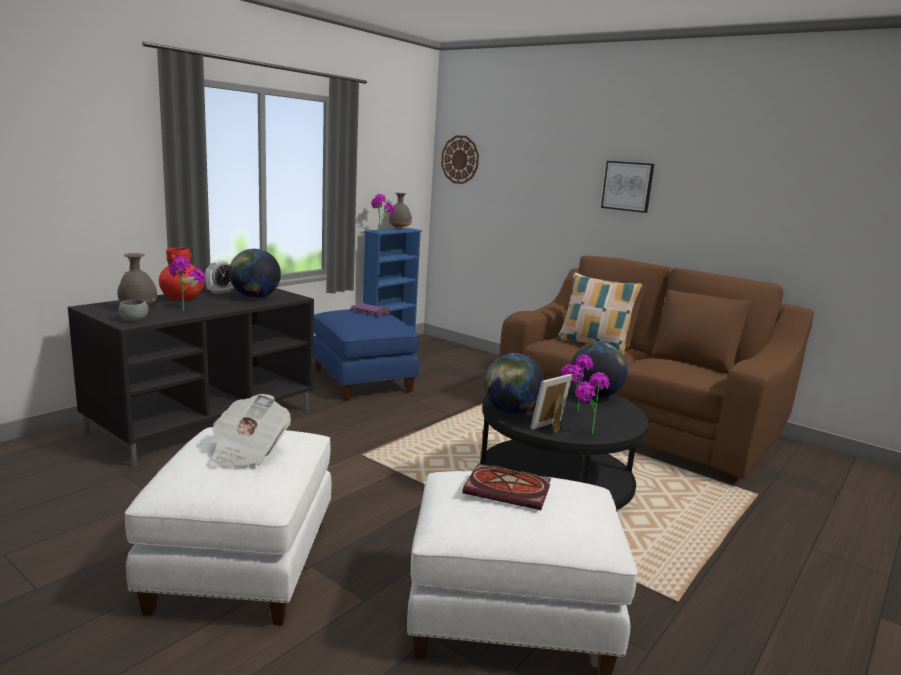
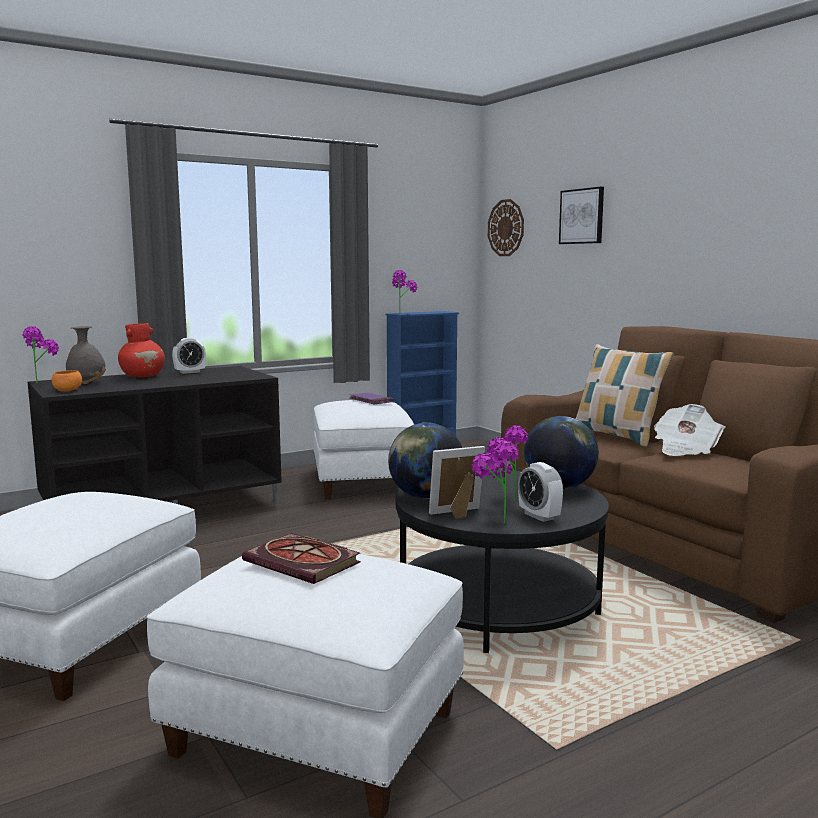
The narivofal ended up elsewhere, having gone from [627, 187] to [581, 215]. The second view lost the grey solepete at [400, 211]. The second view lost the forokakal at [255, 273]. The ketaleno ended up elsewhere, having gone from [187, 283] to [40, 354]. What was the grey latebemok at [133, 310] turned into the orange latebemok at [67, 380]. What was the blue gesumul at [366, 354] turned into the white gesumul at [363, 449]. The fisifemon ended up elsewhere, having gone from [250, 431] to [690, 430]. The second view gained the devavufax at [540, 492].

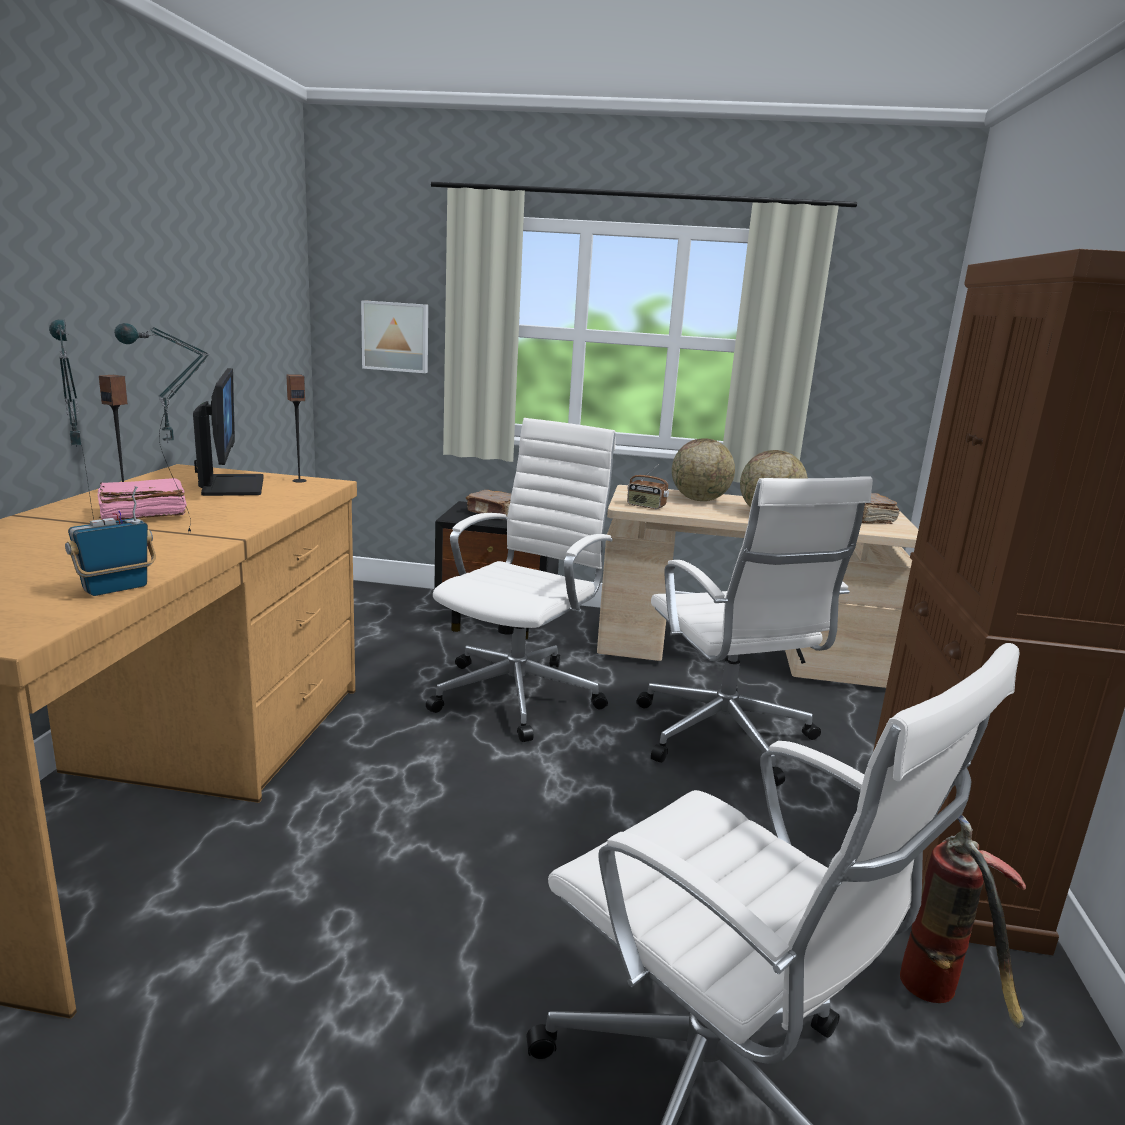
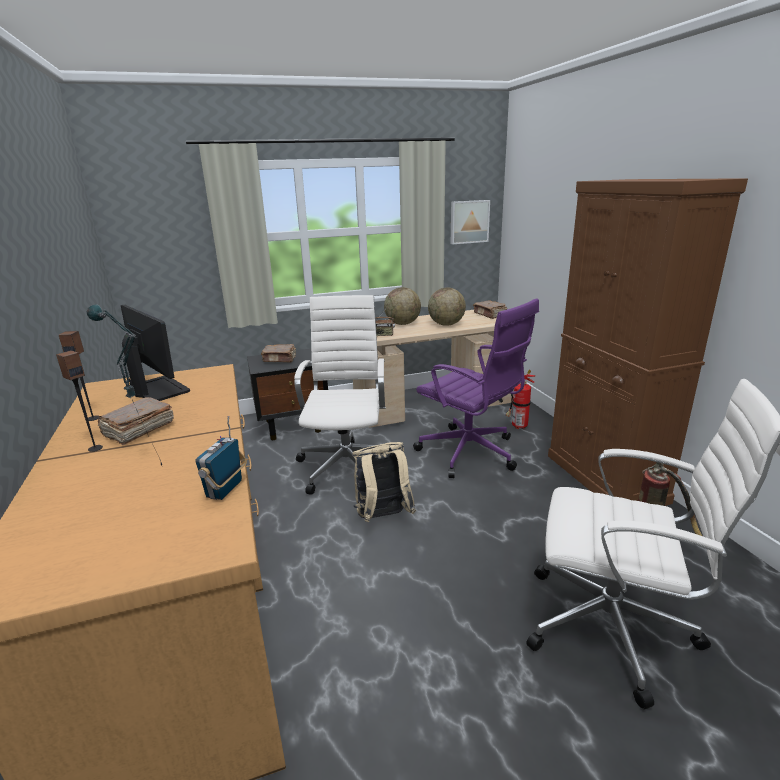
The narivofal ended up elsewhere, having gone from [394, 336] to [470, 222]. The second view lost the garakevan at [162, 428]. The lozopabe ended up elsewhere, having gone from [296, 428] to [79, 401]. What was the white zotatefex at [754, 631] turned into the purple zotatefex at [476, 388]. What was the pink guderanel at [142, 499] turned into the brown guderanel at [136, 421]. The second view gained the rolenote at [520, 399]. The second view gained the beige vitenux at [384, 482].

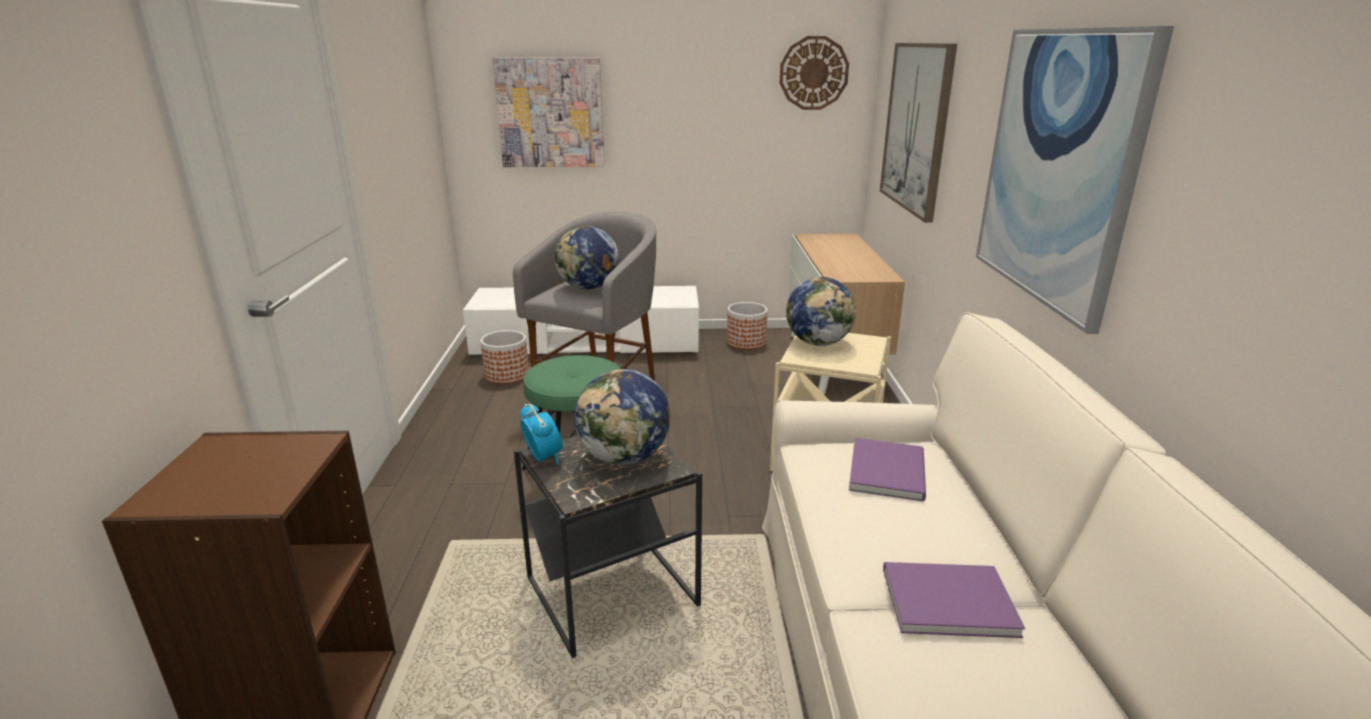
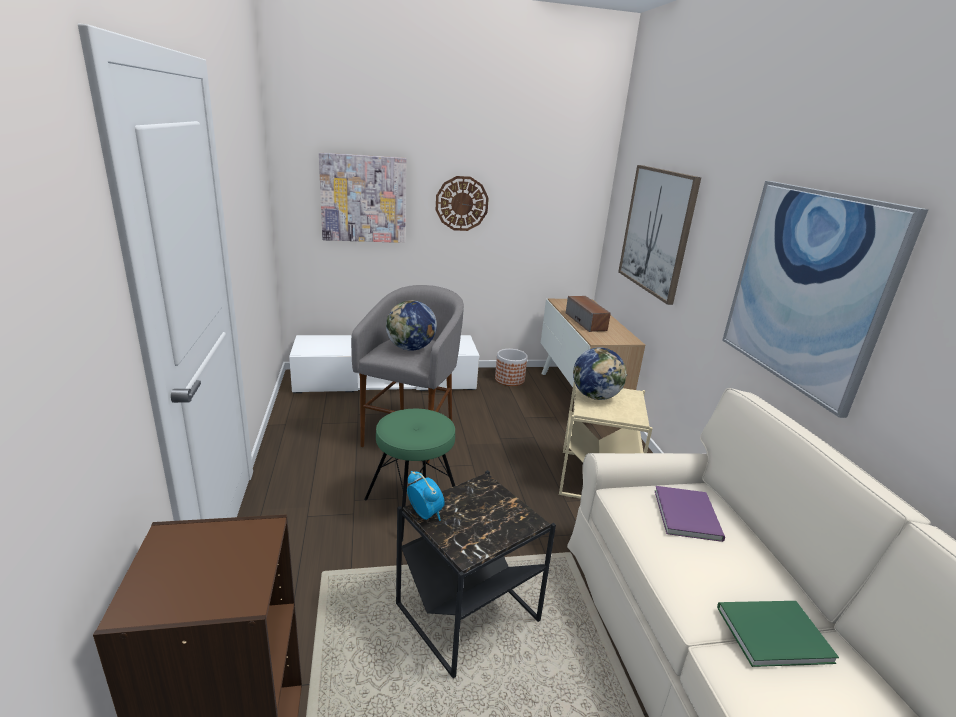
The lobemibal ended up elsewhere, having gone from [814, 73] to [462, 203]. The second view lost the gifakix at [505, 357]. The second view lost the forokakal at [622, 417]. What was the purple guderanel at [954, 600] turned into the green guderanel at [778, 634]. The second view gained the lozopabe at [588, 314].

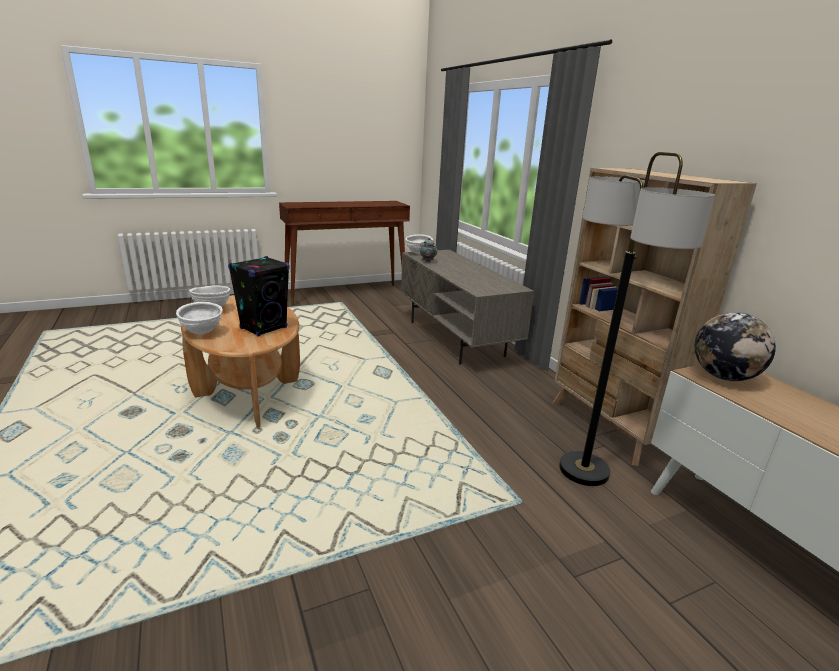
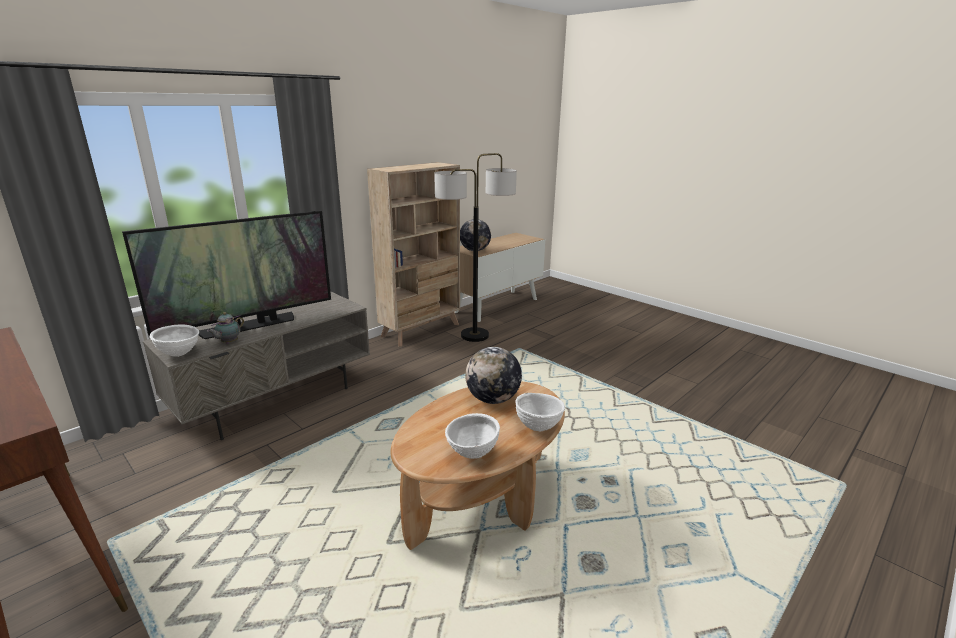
Where the black lozopabe stood at [259, 296], the forokakal came to stand at [493, 375]. The second view gained the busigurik at [226, 274].

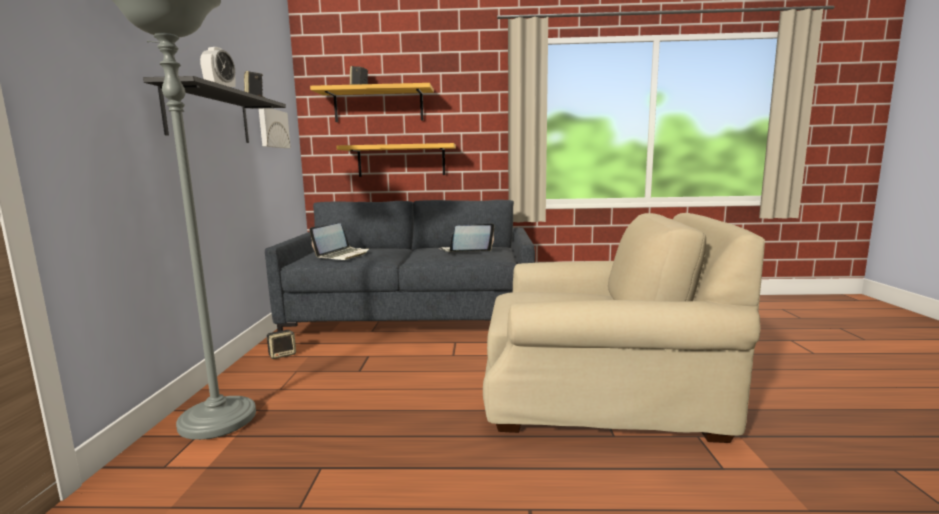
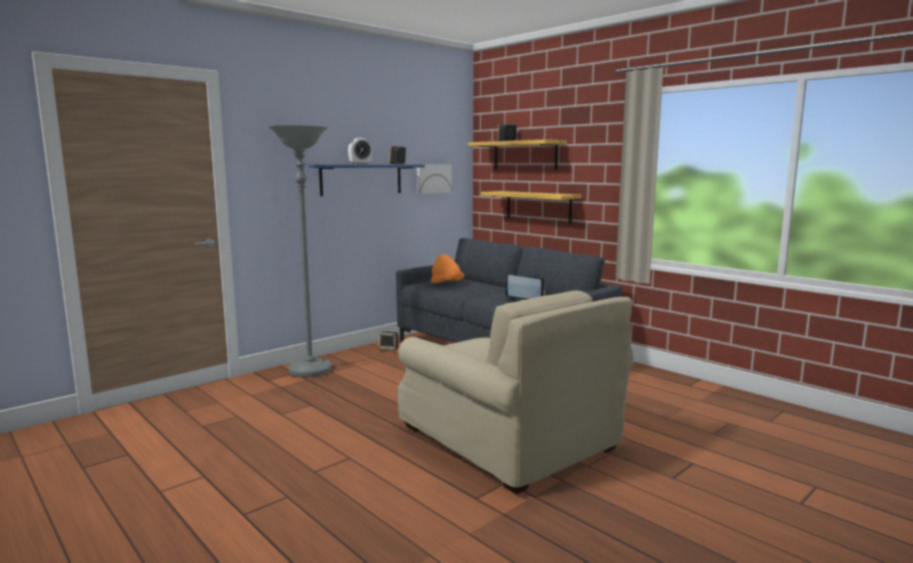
What was the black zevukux at [214, 109] turned into the blue zevukux at [367, 180]. Where the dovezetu stood at [339, 241], the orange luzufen came to stand at [447, 268].

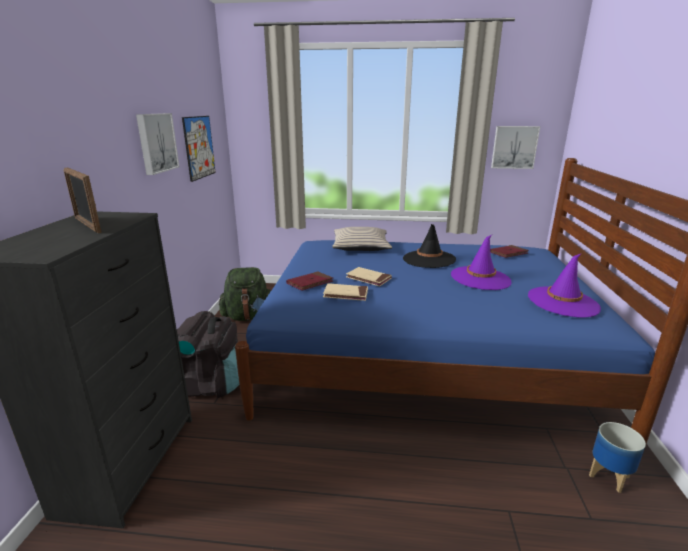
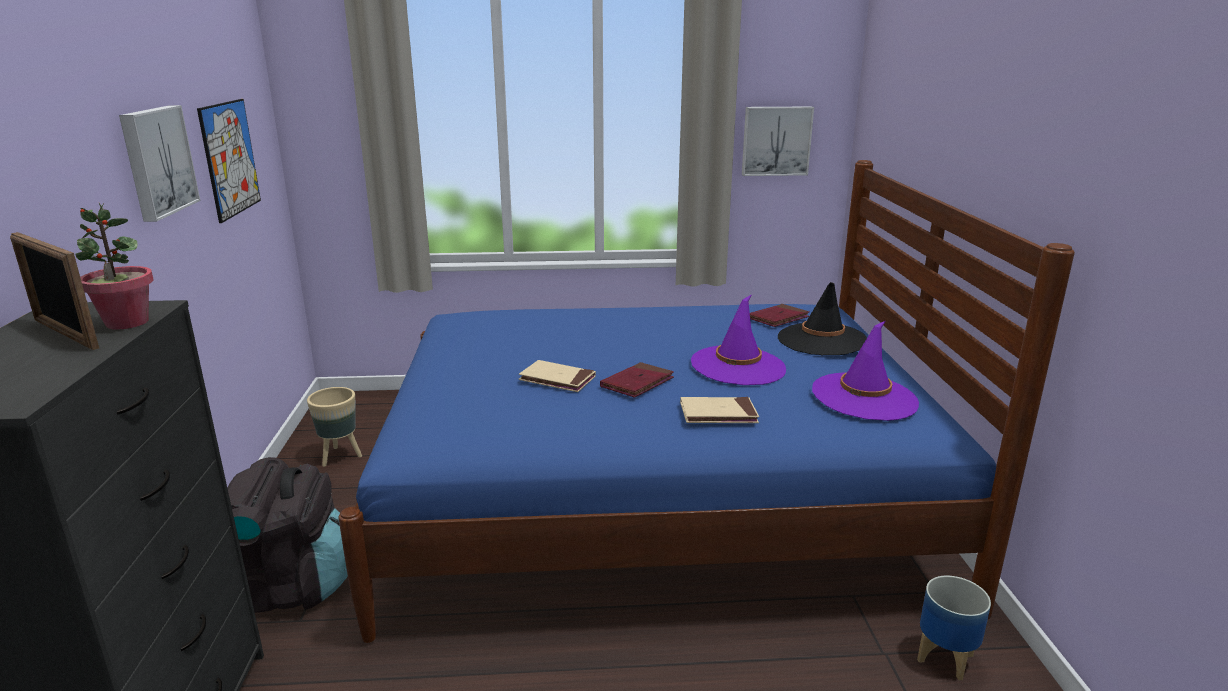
The black luzufen ended up elsewhere, having gone from [429, 246] to [822, 318]. The second view lost the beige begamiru at [362, 239]. Where the green vitenux stood at [245, 294], the beige gifakix came to stand at [334, 427]. The red guderanel ended up elsewhere, having gone from [309, 281] to [637, 380]. The beige guderanel ended up elsewhere, having gone from [345, 292] to [719, 410]. The second view gained the ketaleno at [114, 266].

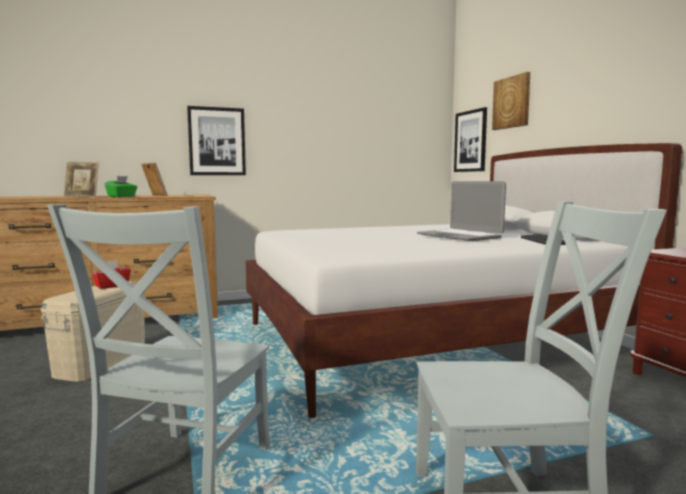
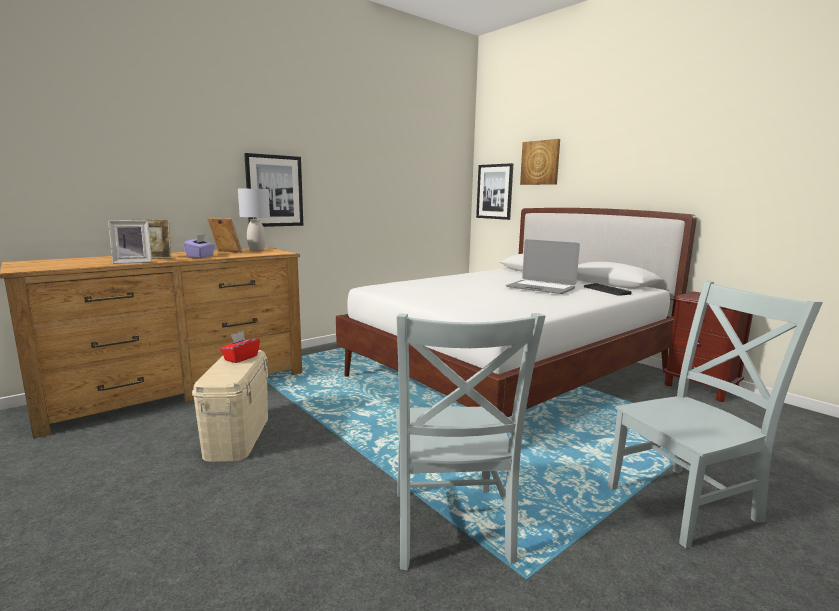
What was the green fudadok at [121, 186] turned into the purple fudadok at [199, 246]. The second view gained the grey garakevan at [254, 220]. The second view gained the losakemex at [130, 242].

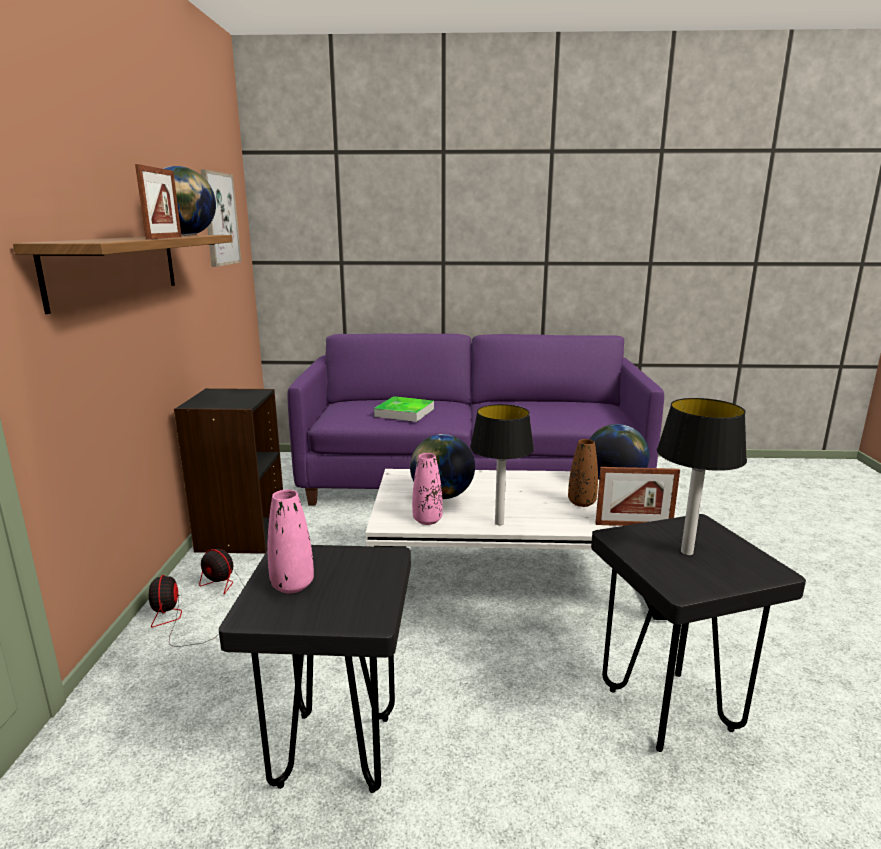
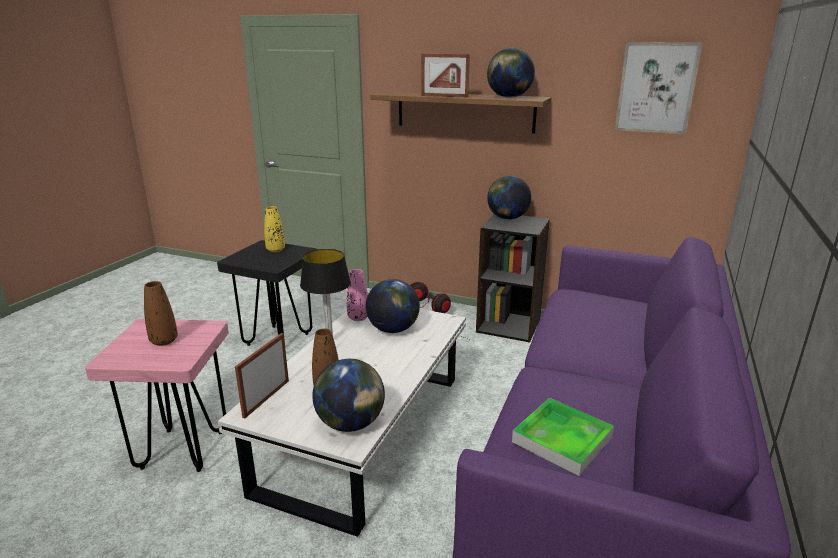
The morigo ended up elsewhere, having gone from [404, 409] to [563, 437]. Where the garakevan stood at [702, 476], the brown solepete came to stand at [161, 313]. What was the pink solepete at [291, 541] turned into the yellow solepete at [274, 229]. What was the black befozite at [698, 633] turned into the pink befozite at [157, 395]. The second view gained the forokakal at [509, 198].

